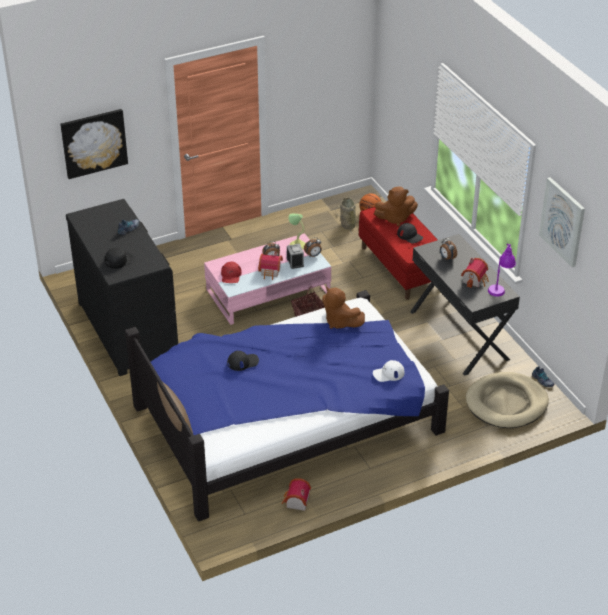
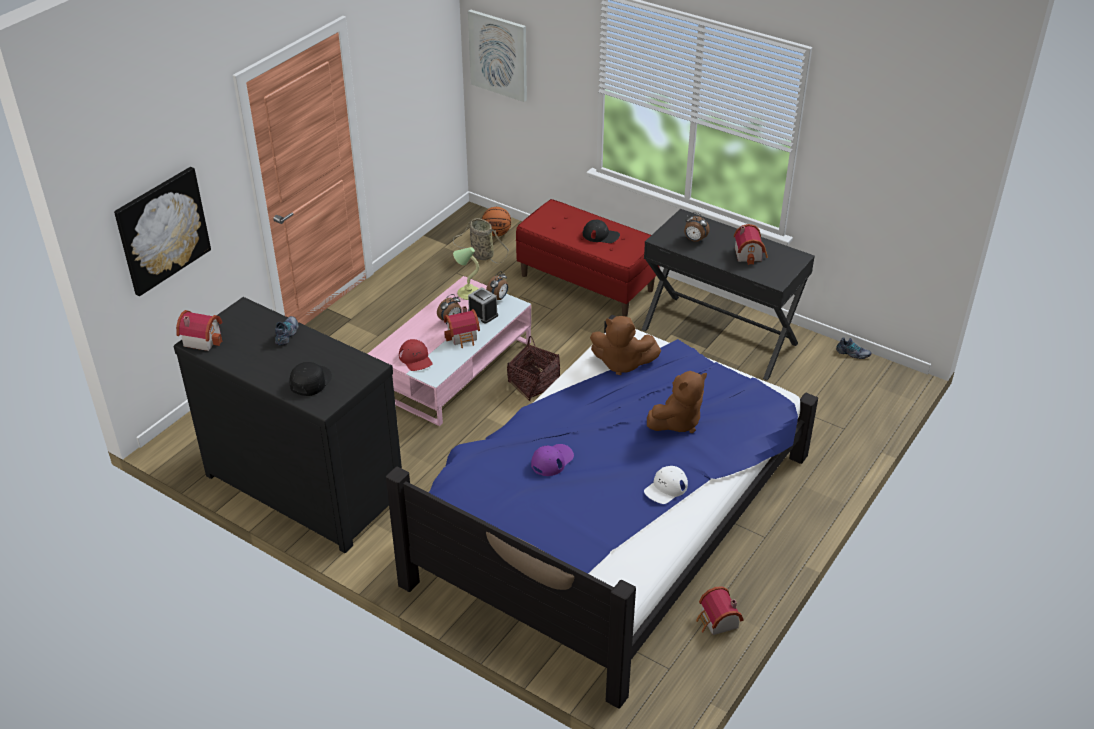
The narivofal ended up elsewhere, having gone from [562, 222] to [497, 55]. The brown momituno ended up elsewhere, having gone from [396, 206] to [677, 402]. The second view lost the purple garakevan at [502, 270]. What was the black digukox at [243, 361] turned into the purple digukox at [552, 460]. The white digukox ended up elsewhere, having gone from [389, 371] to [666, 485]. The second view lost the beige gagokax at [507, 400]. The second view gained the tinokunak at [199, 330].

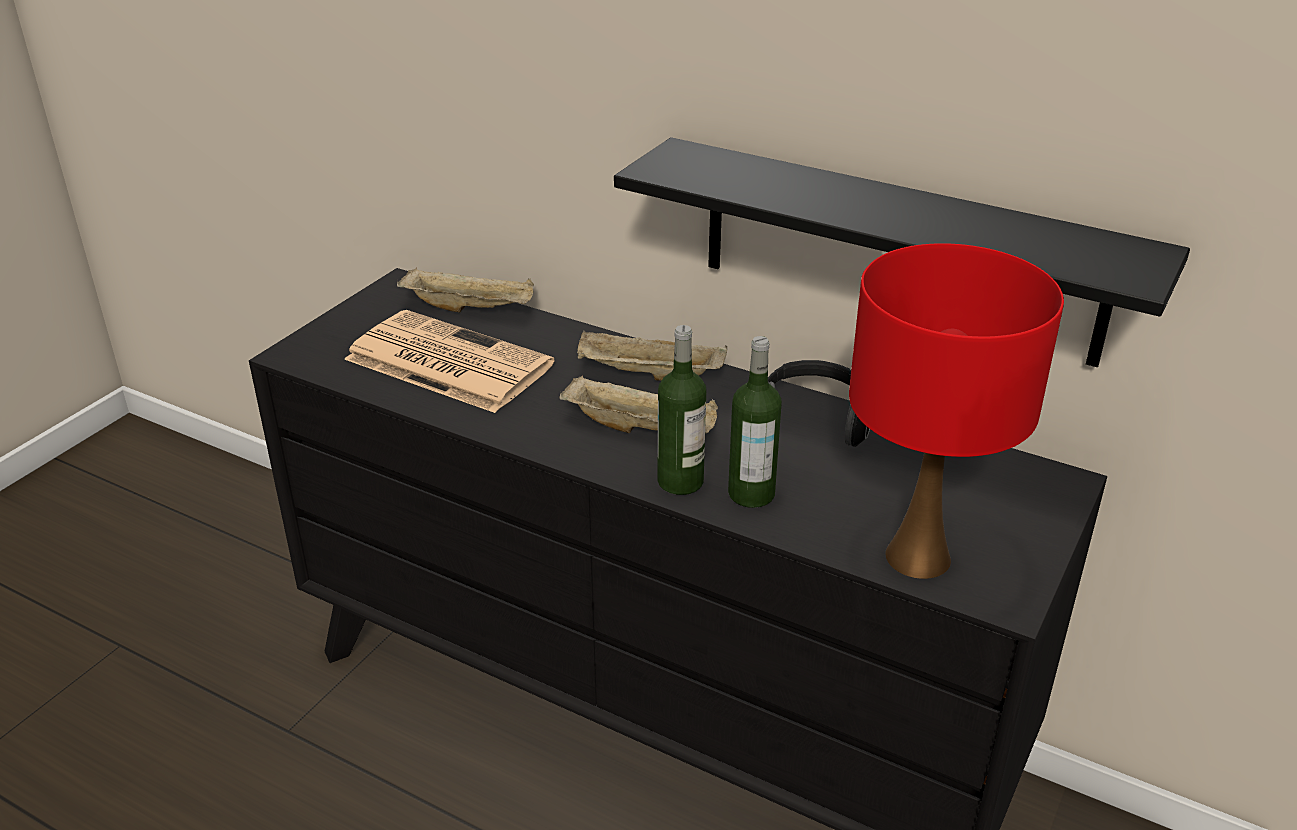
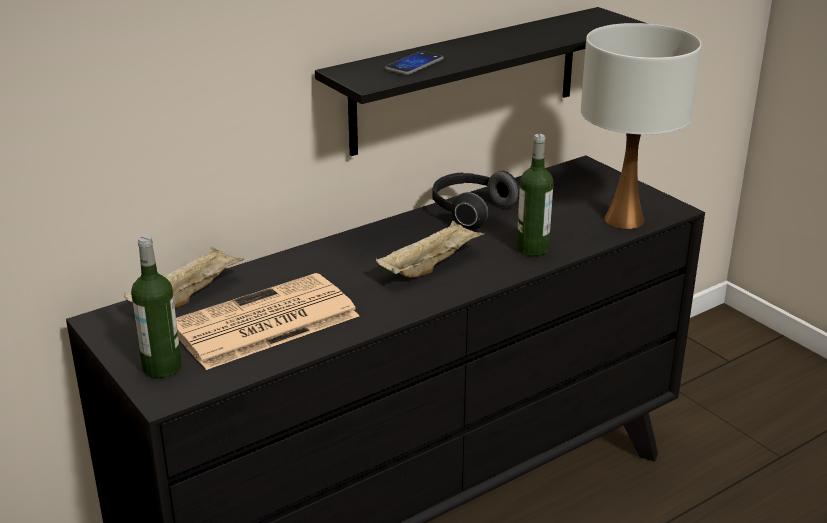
What was the red garakevan at [956, 411] turned into the white garakevan at [641, 126]. The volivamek ended up elsewhere, having gone from [682, 410] to [156, 307]. The second view lost the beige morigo at [652, 356]. The second view gained the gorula at [414, 63].

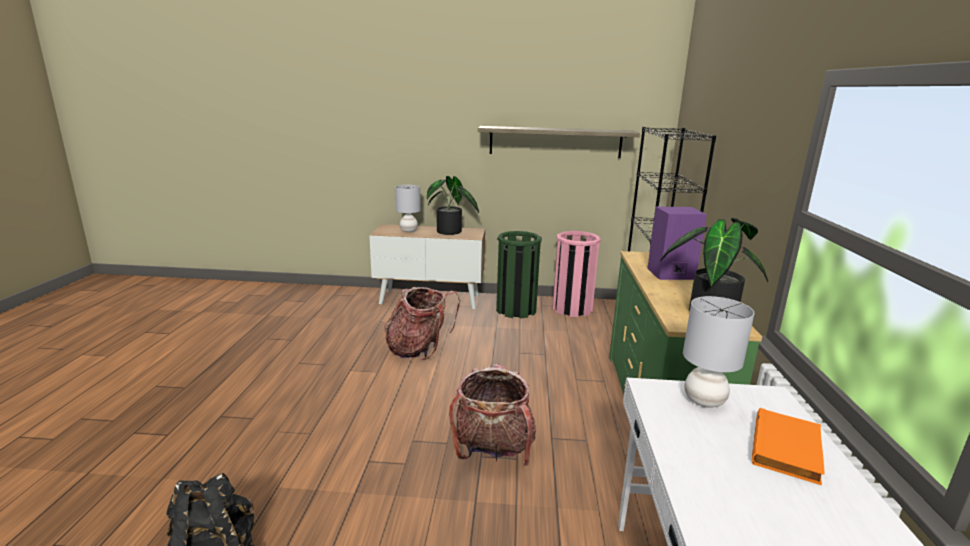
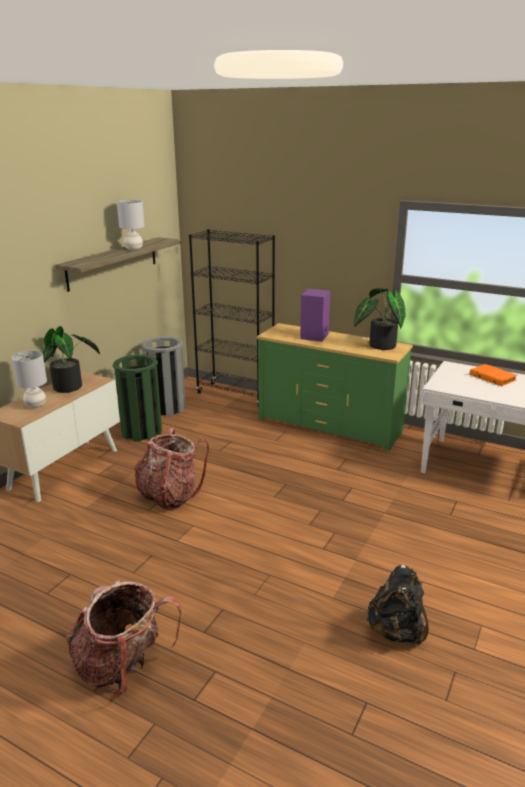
What was the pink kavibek at [576, 274] turned into the grey kavibek at [164, 376]. The grey garakevan ended up elsewhere, having gone from [719, 352] to [131, 225]. The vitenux ended up elsewhere, having gone from [492, 415] to [124, 639].

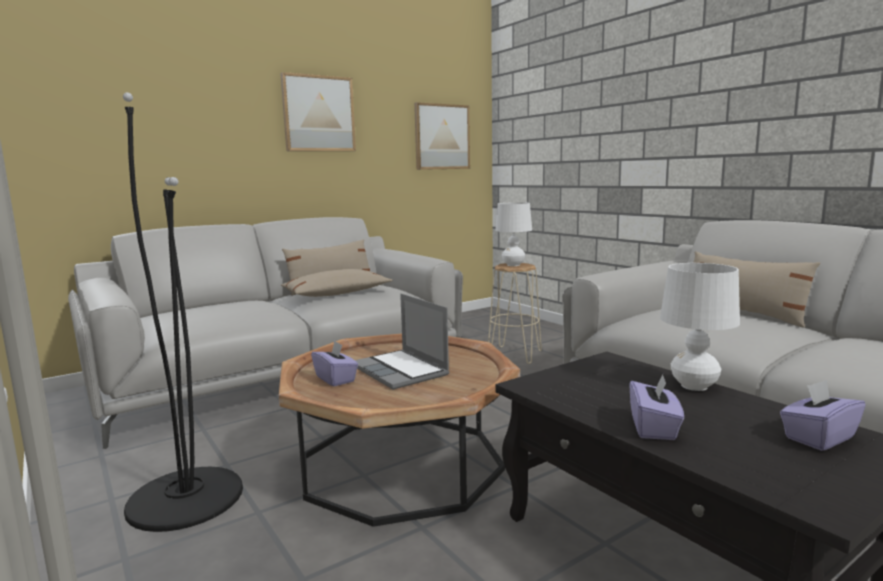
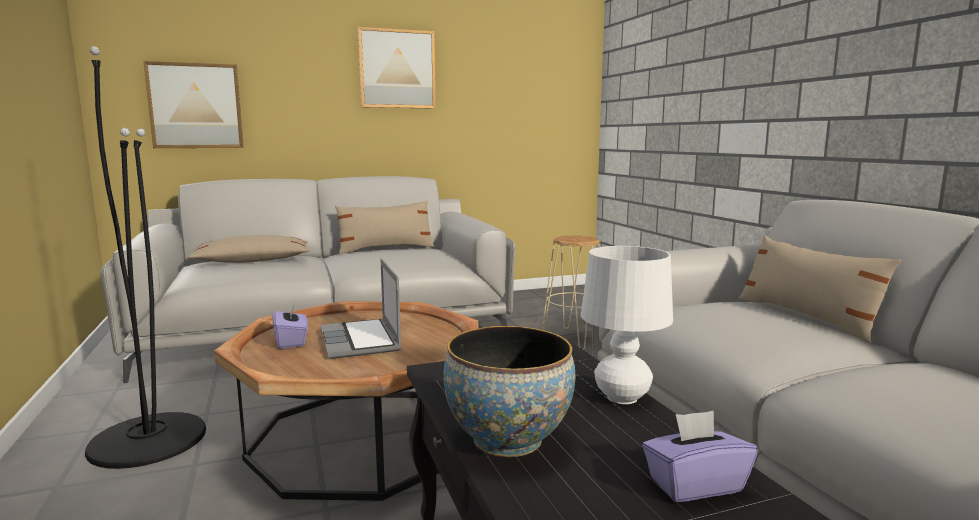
The narivofal ended up elsewhere, having gone from [442, 136] to [193, 104]. The second view lost the white garakevan at [513, 234]. The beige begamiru ended up elsewhere, having gone from [336, 283] to [248, 249]. Where the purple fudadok stood at [656, 407], the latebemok came to stand at [509, 391].

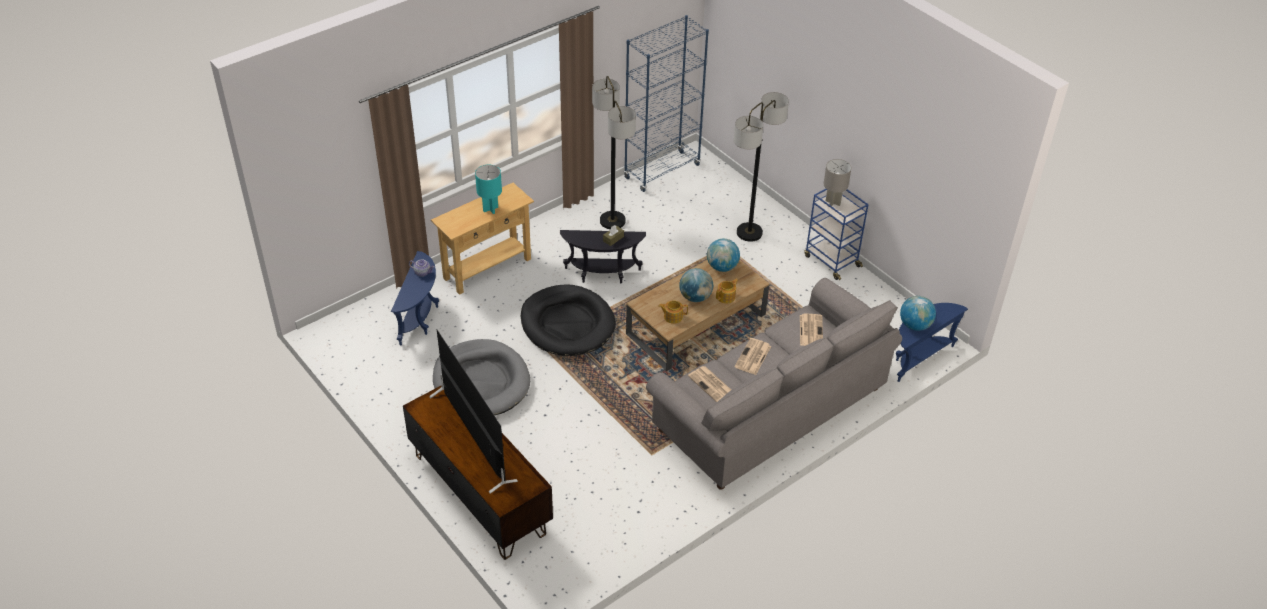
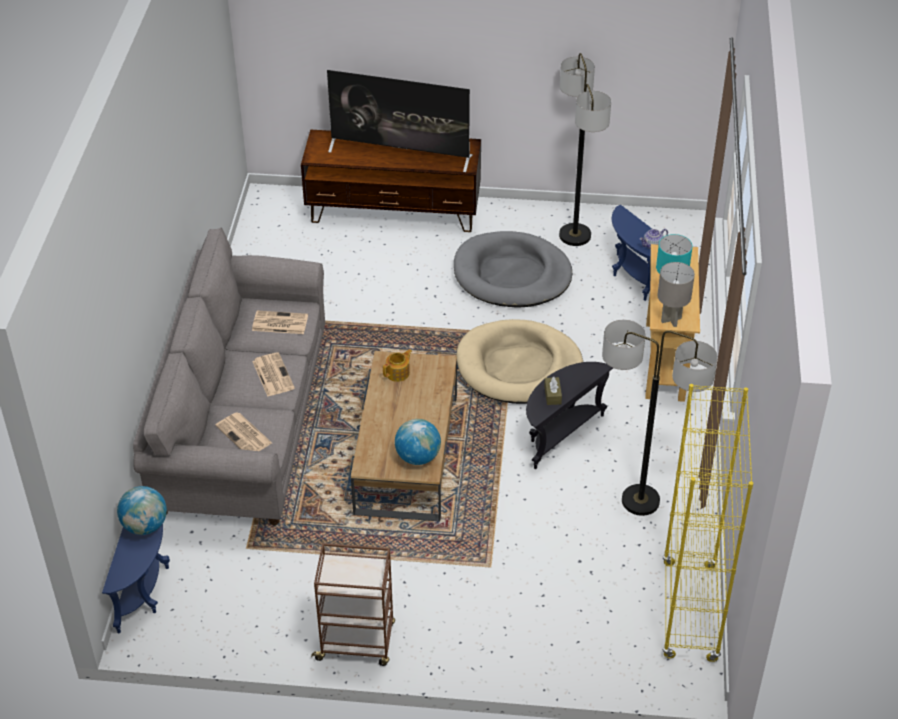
What was the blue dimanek at [666, 103] turned into the yellow dimanek at [707, 523]. The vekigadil ended up elsewhere, having gone from [761, 167] to [585, 149]. The grey garakevan ended up elsewhere, having gone from [837, 182] to [676, 294]. What was the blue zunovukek at [837, 234] turned into the brown zunovukek at [353, 604]. The second view lost the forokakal at [696, 285]. The second view lost the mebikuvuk at [727, 291]. What was the black gagokax at [568, 320] turned into the beige gagokax at [519, 361].

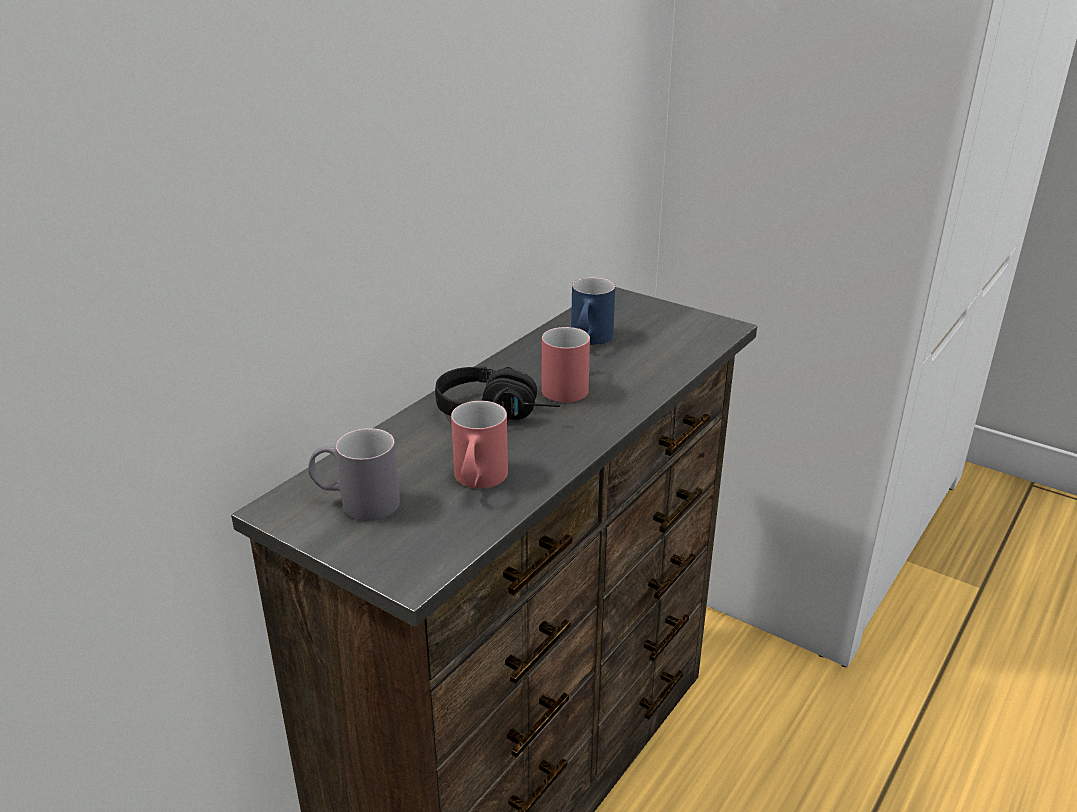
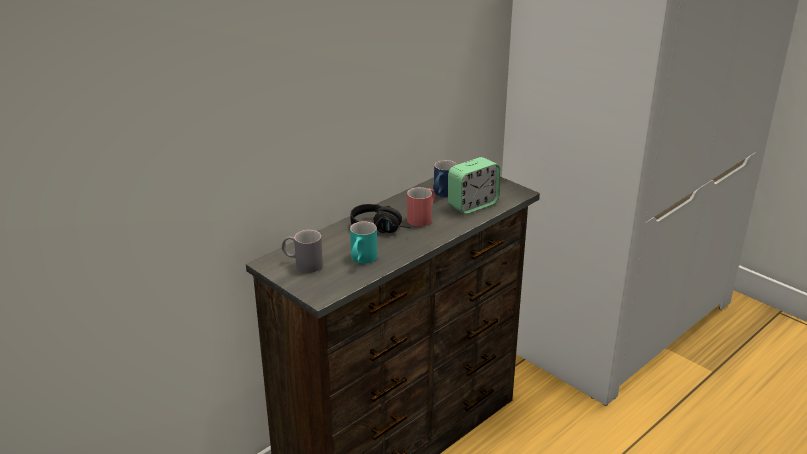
What was the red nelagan at [479, 445] turned into the turquoise nelagan at [363, 242]. The second view gained the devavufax at [474, 185].

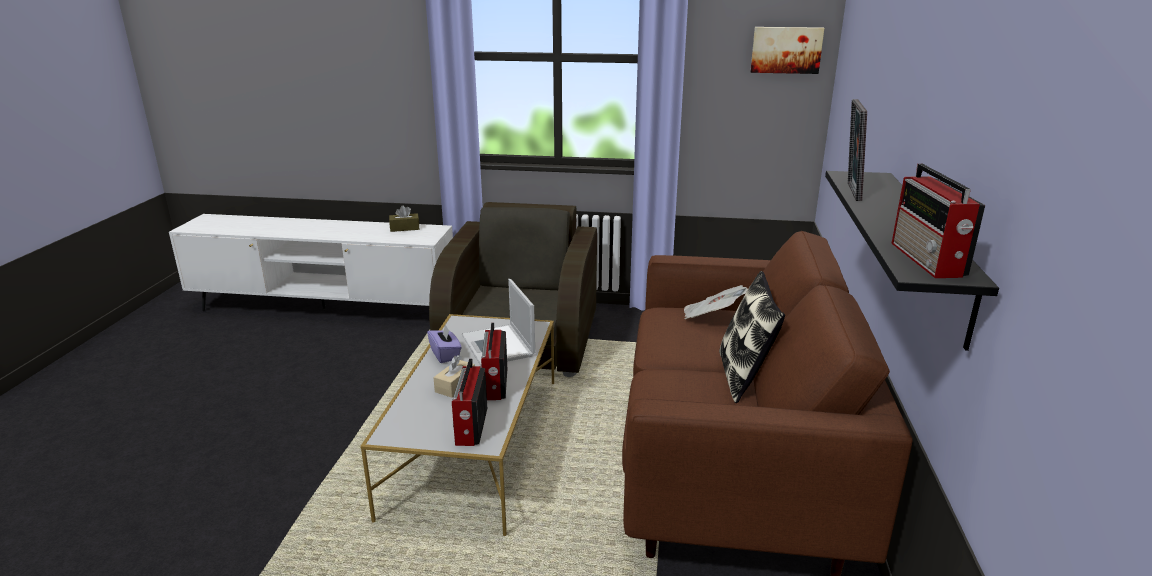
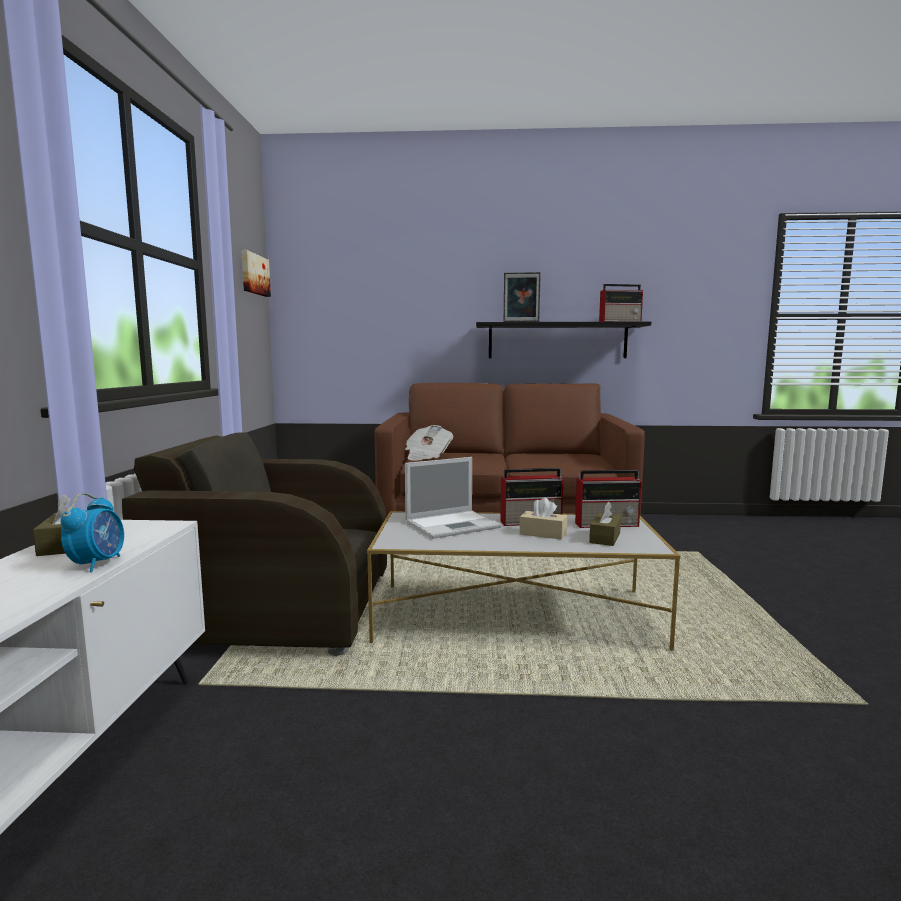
The second view lost the begamiru at [752, 337]. The second view lost the purple fudadok at [444, 343]. The second view gained the devavufax at [92, 532]. The second view gained the brown fudadok at [605, 524].

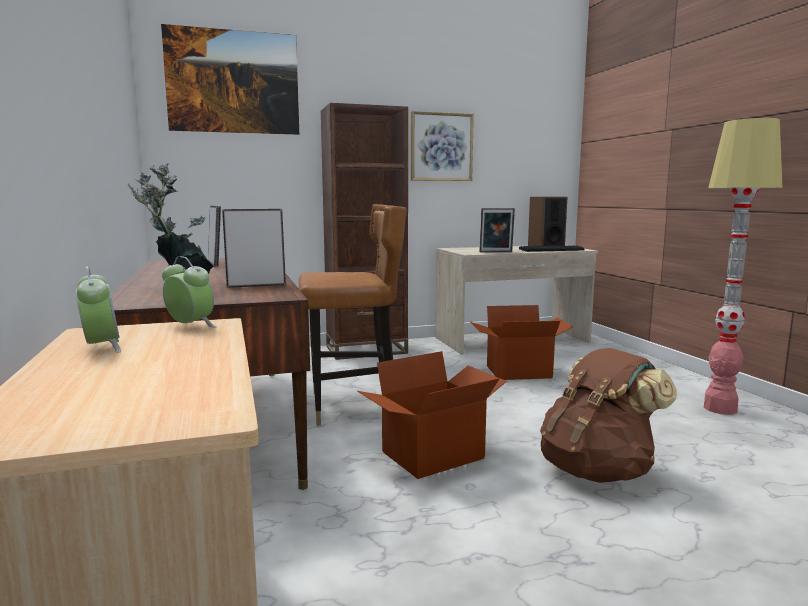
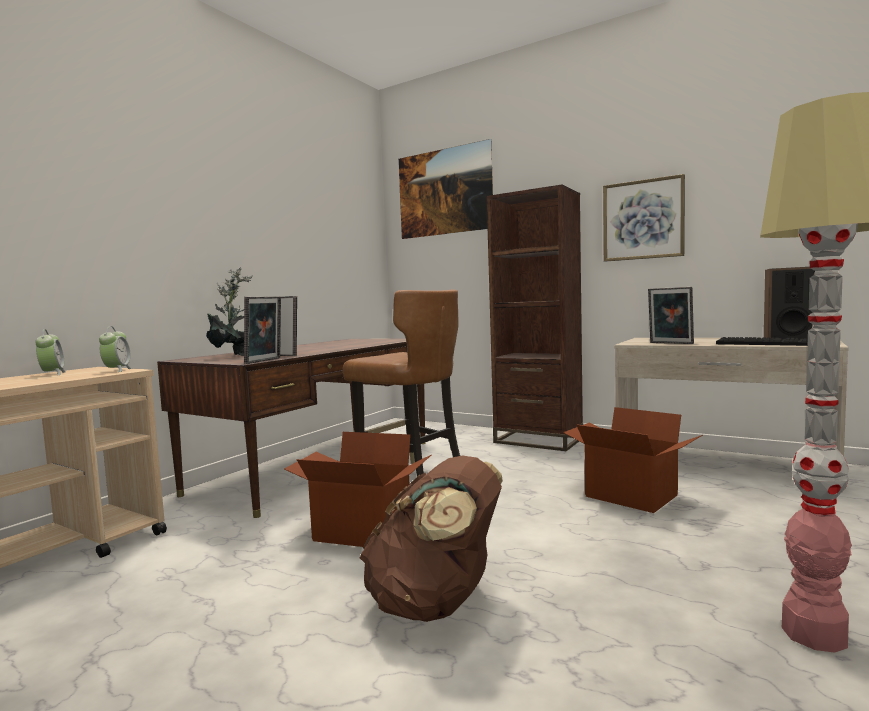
The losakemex ended up elsewhere, having gone from [214, 236] to [262, 330]. The devavufax at [98, 309] ended up facing another way, 45 degrees counterclockwise from before.

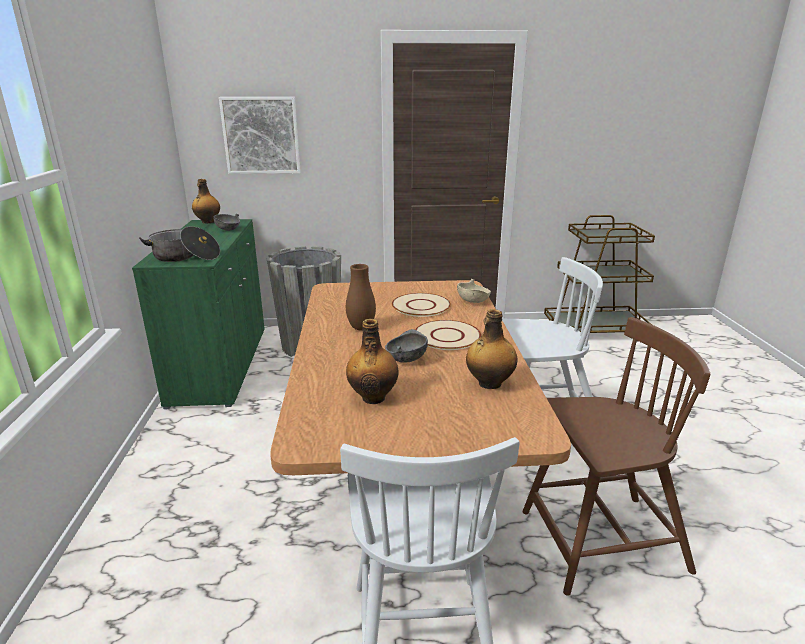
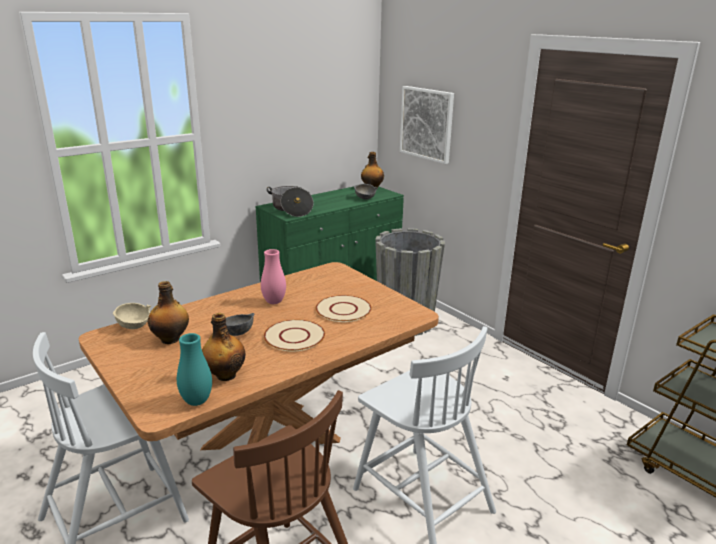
What was the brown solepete at [361, 297] turned into the pink solepete at [273, 276]. The beige latebemok ended up elsewhere, having gone from [474, 291] to [132, 316]. The second view gained the turquoise solepete at [194, 369].

